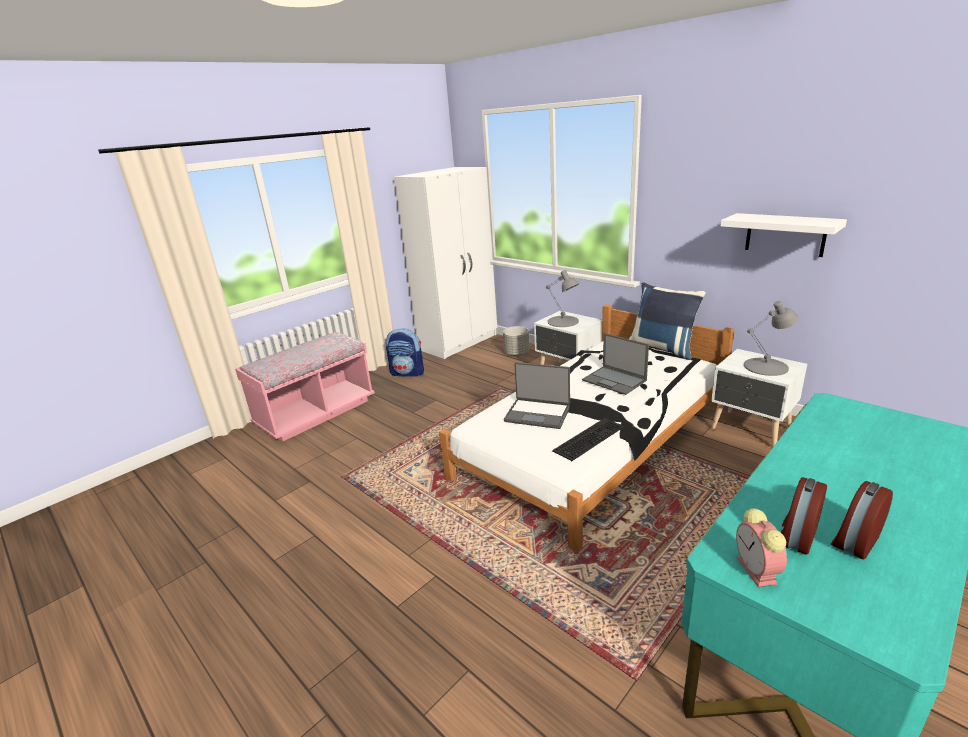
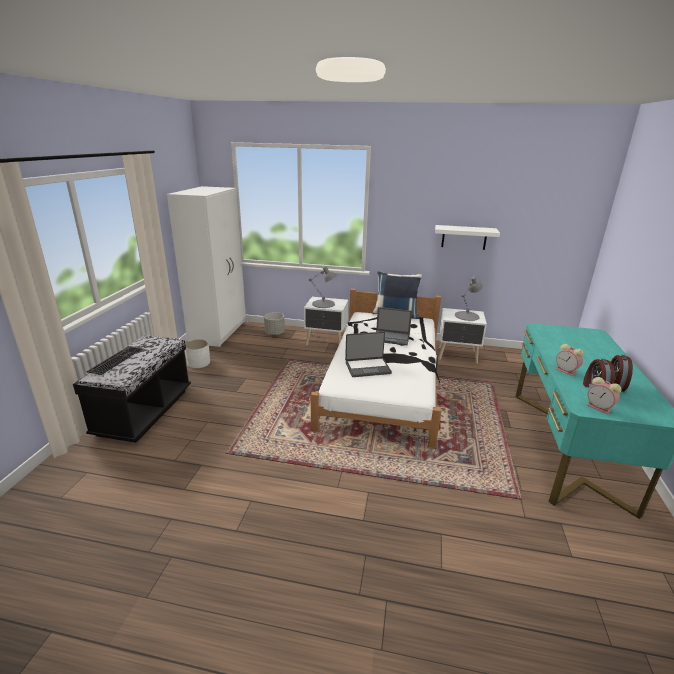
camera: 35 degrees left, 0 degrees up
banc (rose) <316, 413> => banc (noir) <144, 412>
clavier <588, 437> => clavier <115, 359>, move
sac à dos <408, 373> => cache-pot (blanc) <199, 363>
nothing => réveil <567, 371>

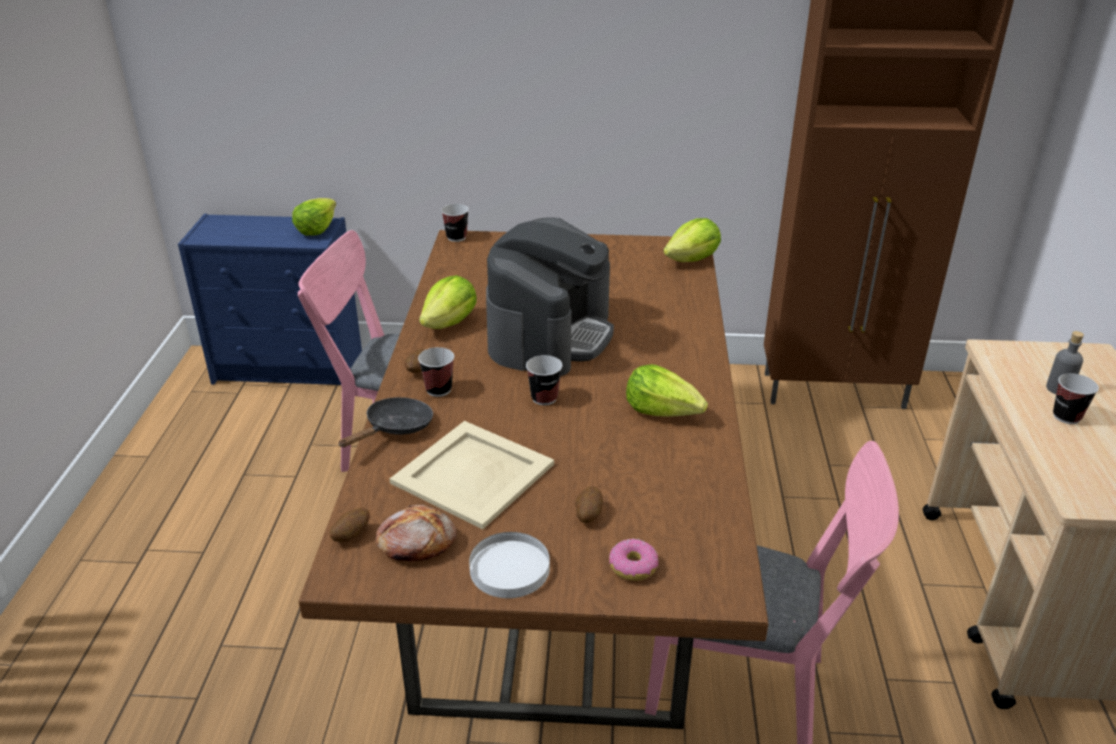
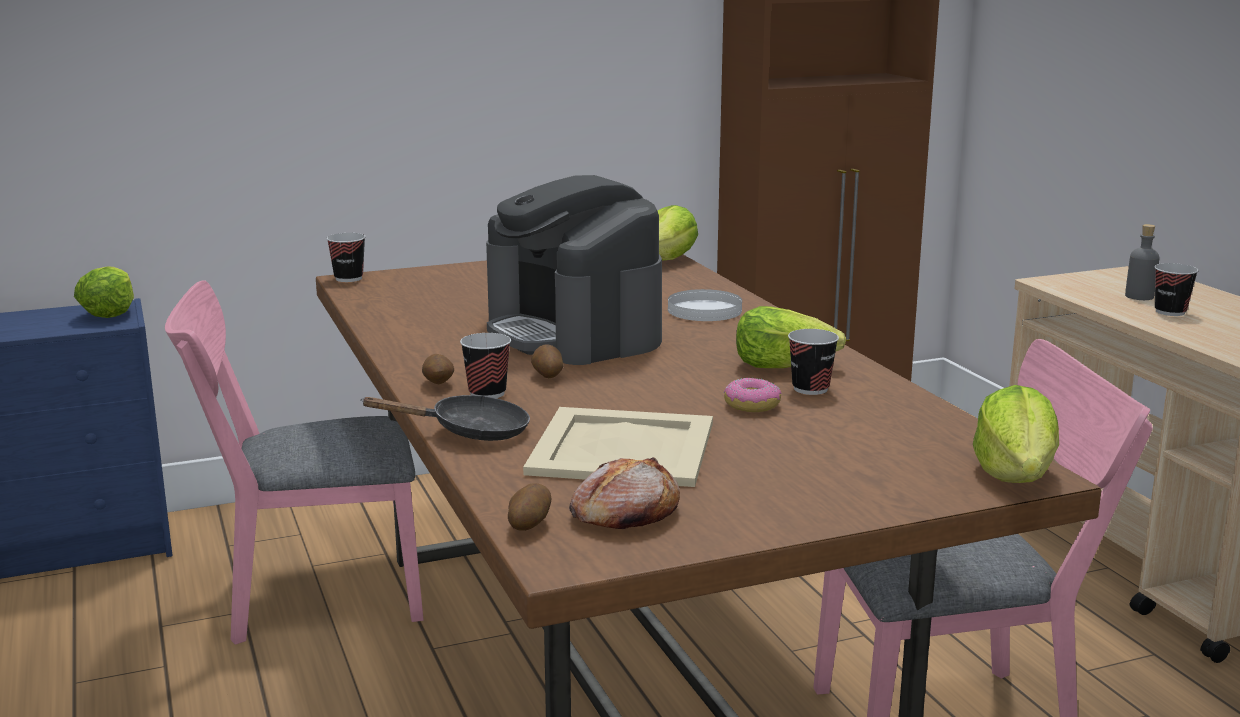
camera: 25 degrees left, 15 degrees down
poêle (noir) <395, 428> => poêle (noir) <470, 432>, 75 degrees clockwise
machine à café <550, 335> => machine à café <574, 333>, 150 degrees clockwise
pomme de terre <588, 515> => pomme de terre <547, 376>, move
assiette (blanc) <509, 569> => assiette (blanc) <705, 310>, move
beignet <633, 566> => beignet <752, 405>, move
tasse <544, 398> => tasse <810, 389>, move
laitue <450, 323> => laitue <1015, 475>, move

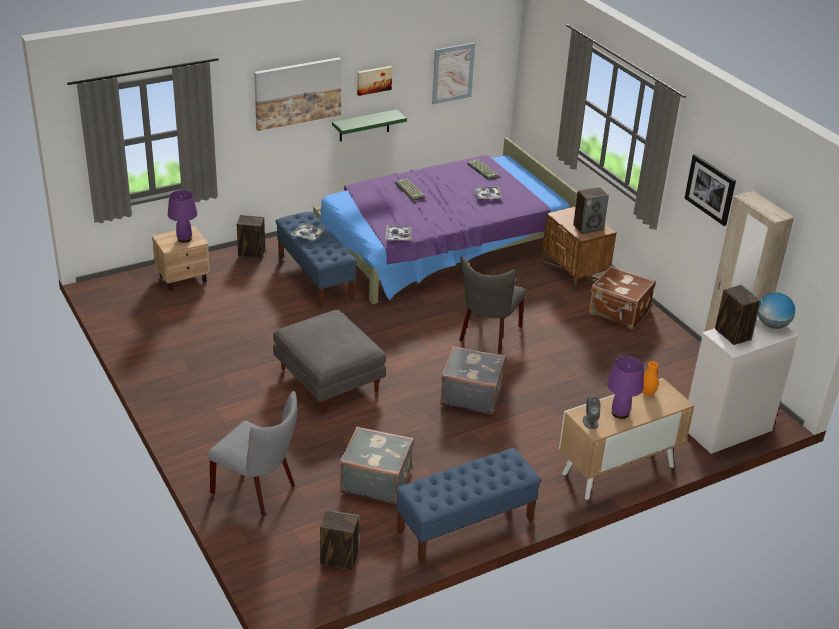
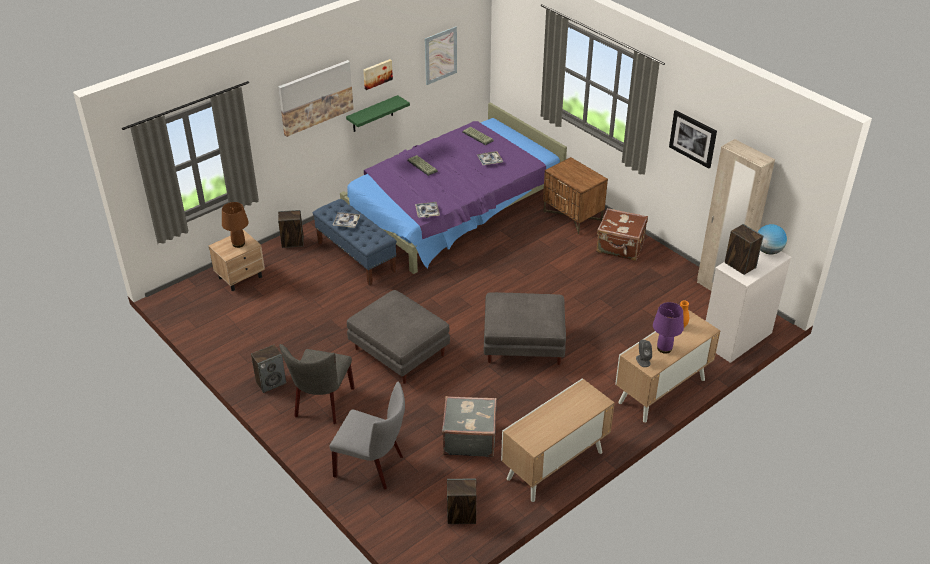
camera: 10 degrees left, 5 degrees up
lampe de table (violet) <184, 239> => lampe de table (marron) <238, 244>
enceinte <588, 227> => enceinte <271, 382>, move
chaise (gris) <488, 335> => chaise (gris) <322, 405>, move
valise (gris) <471, 395> => pouf (gris) <522, 345>
banc (bleu) <465, 526> => meuble de rangement <555, 466>

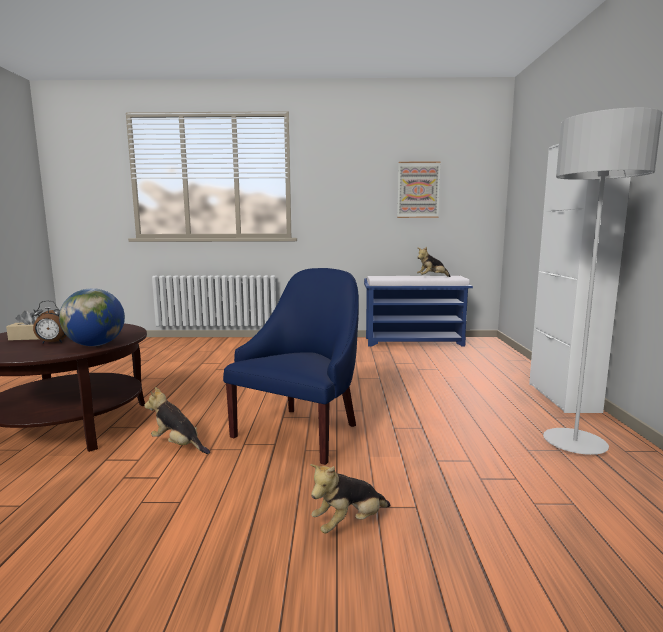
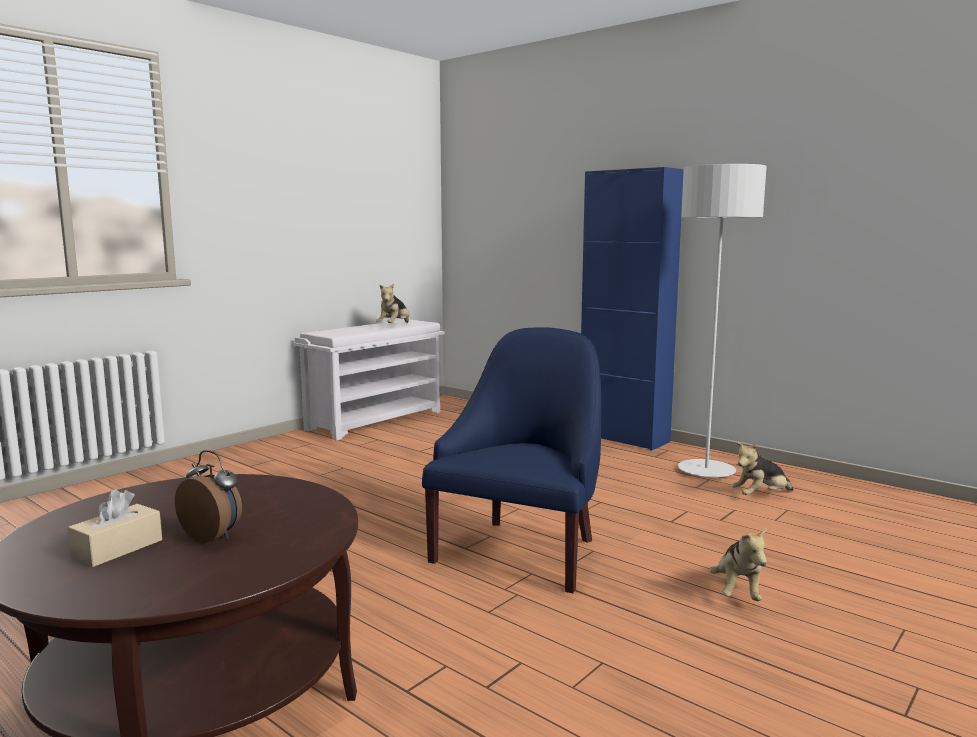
camera: 50 degrees left, 0 degrees up
réveil <52, 342> => réveil <213, 536>, 90 degrees counterclockwise
banc (bleu) <414, 342> => banc (blanc) <376, 420>
fauteuil (bleu) <301, 431> => fauteuil (bleu) <522, 551>, 45 degrees clockwise
meuble de rangement (blanc) <563, 397> => meuble de rangement (bleu) <623, 438>
peluche <178, 445> => peluche <761, 496>, move
globe <95, 345> => nothing
tableau <418, 190> => nothing

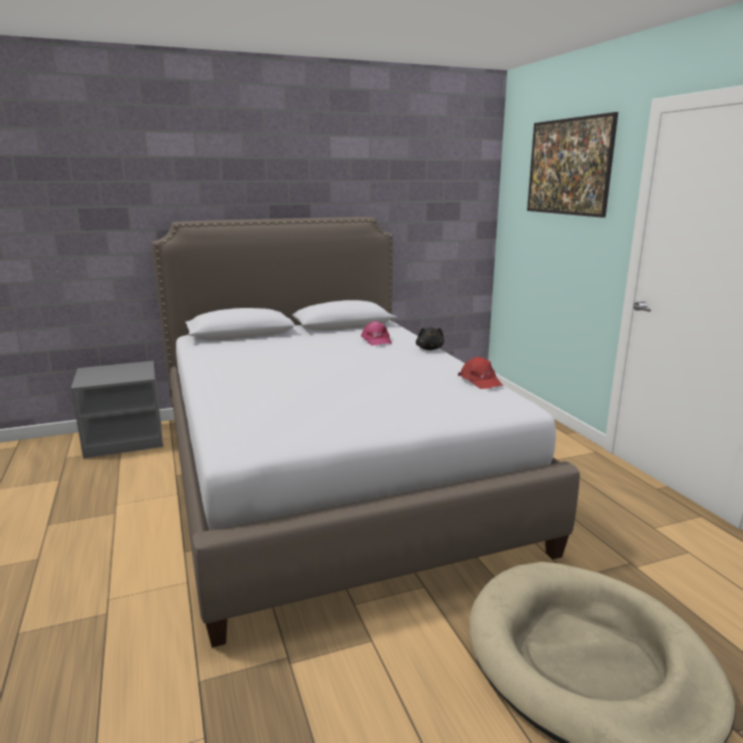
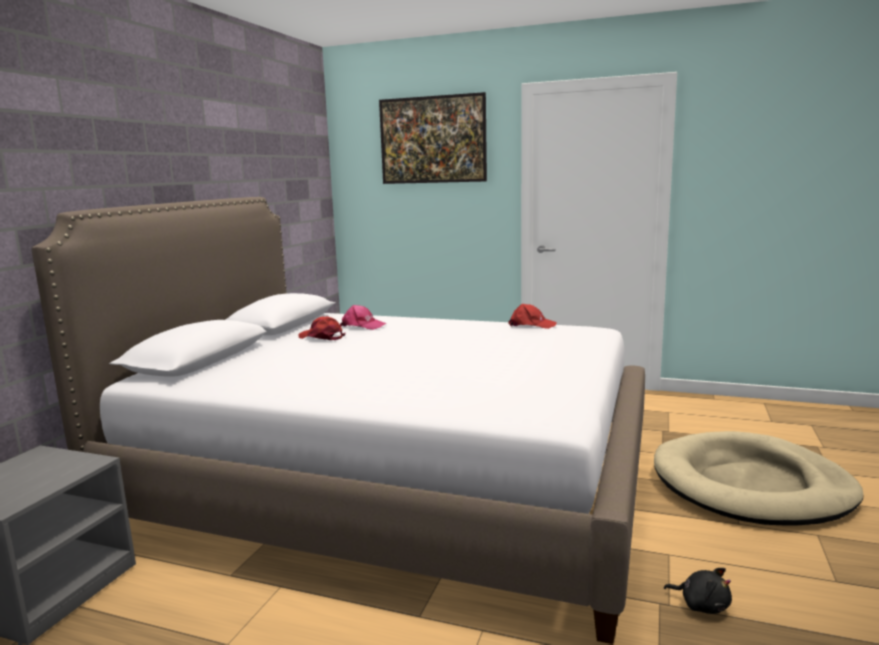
camera: 50 degrees left, 5 degrees down
nothing => casquette (rouge) <321, 337>
peluche (noir) <429, 349> => peluche (noir) <701, 605>, move

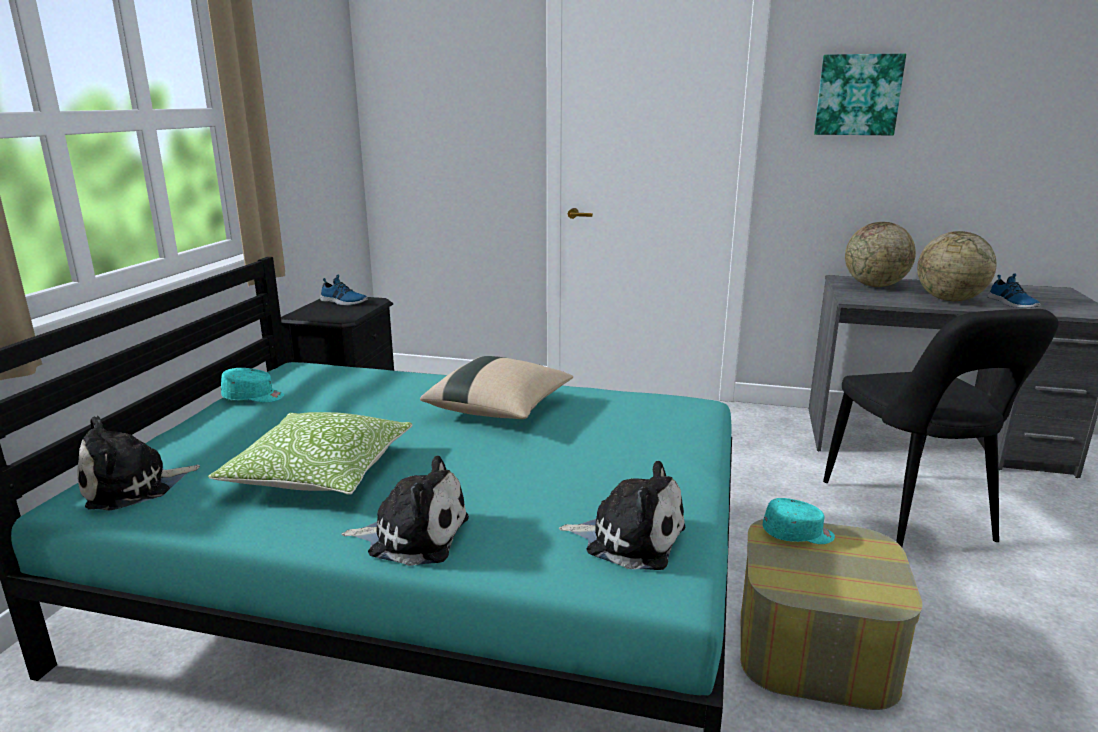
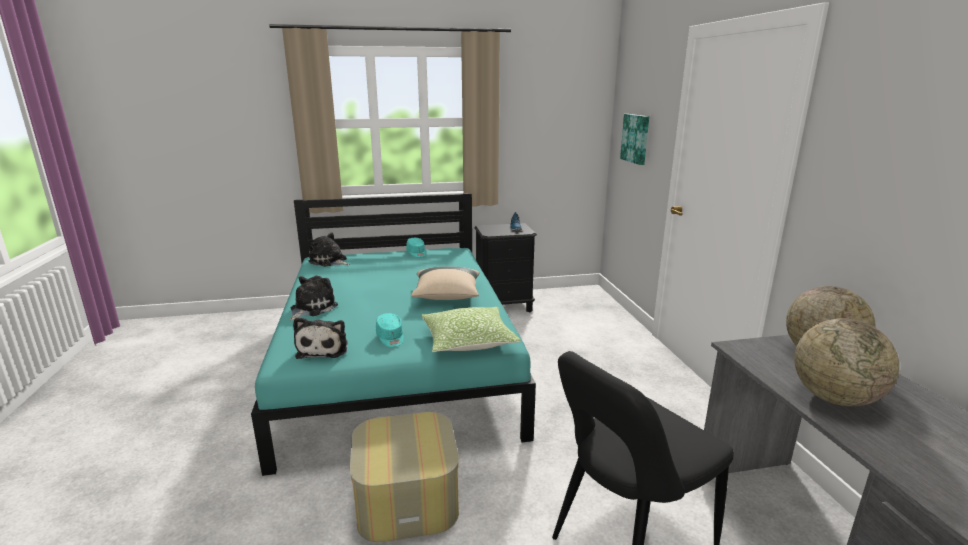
camera: 65 degrees right, 0 degrees up
peluche <413, 535> => peluche <311, 308>, 135 degrees counterclockwise
casquette (turquoise) <798, 535> => casquette (turquoise) <390, 338>, move
coussin <320, 473> => coussin <468, 341>, move
tableau <858, 95> => tableau <636, 138>, move
chaussure <1011, 303> => nothing

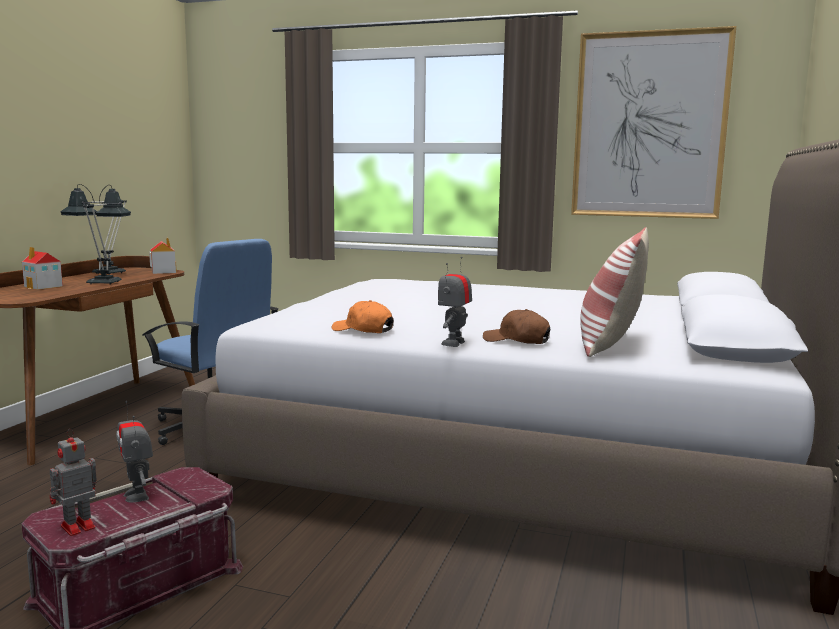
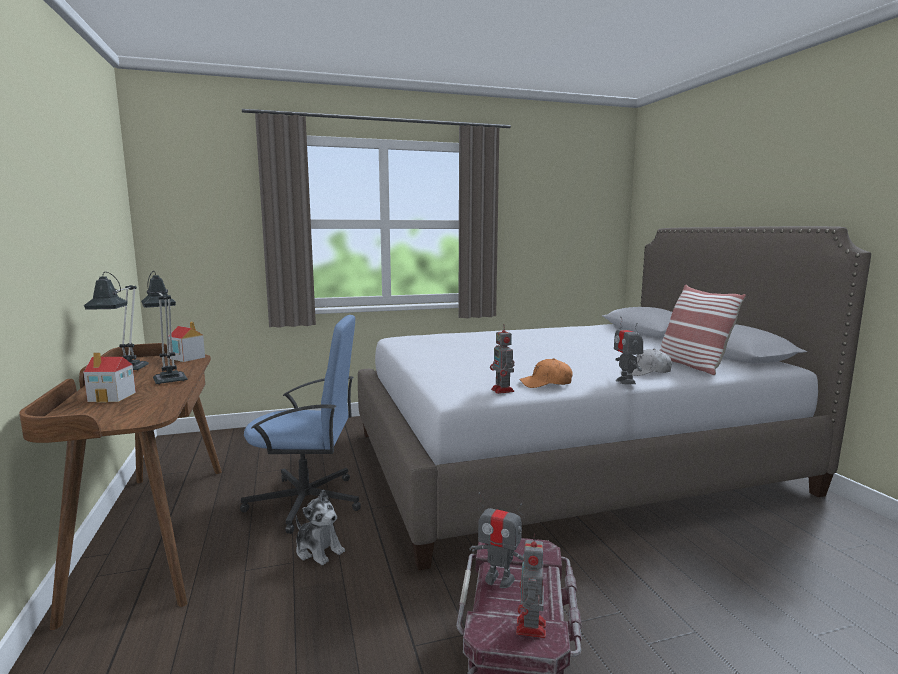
camera: 35 degrees left, 0 degrees up
nothing => peluche <319, 550>
nothing => robot jouet <503, 391>
casquette (marron) <516, 340> => casquette (blanc) <646, 372>
tableau <649, 125> => nothing

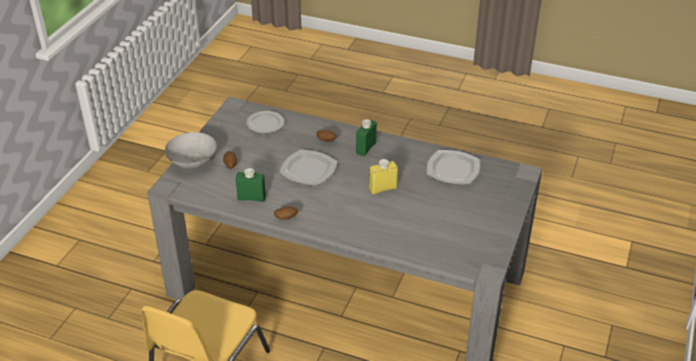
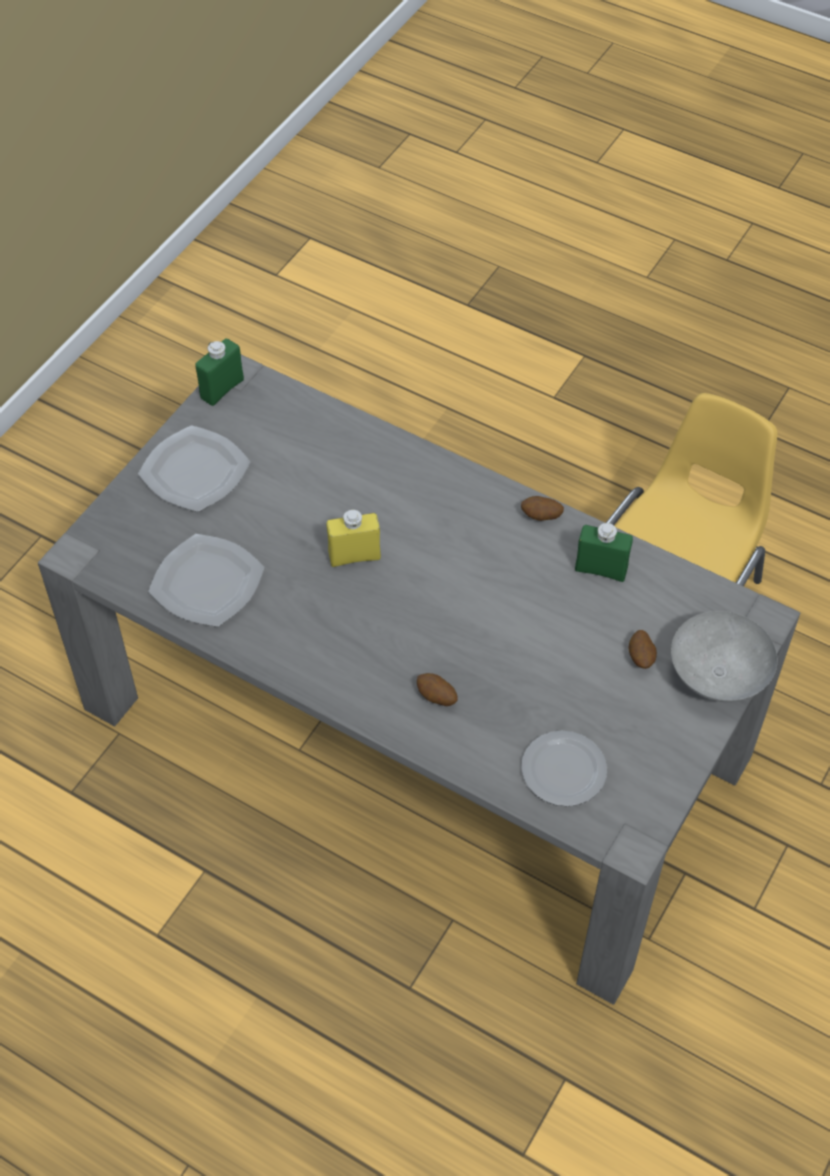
camera: 170 degrees left, 15 degrees up
assiette <308, 170> => assiette <194, 470>, move
bouteille (vert) <366, 148> => bouteille (vert) <222, 389>, move

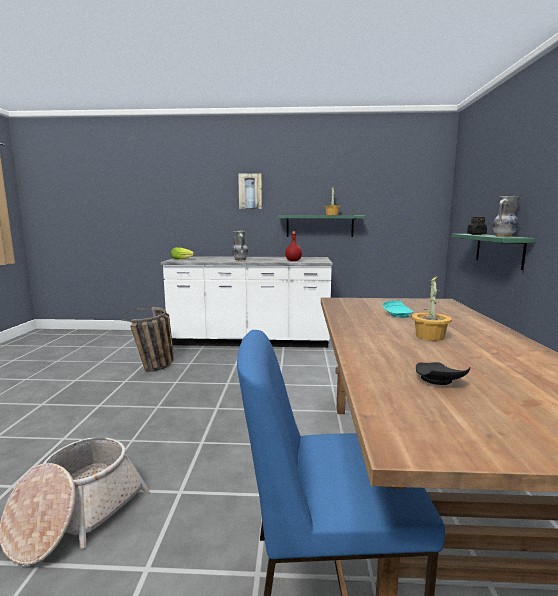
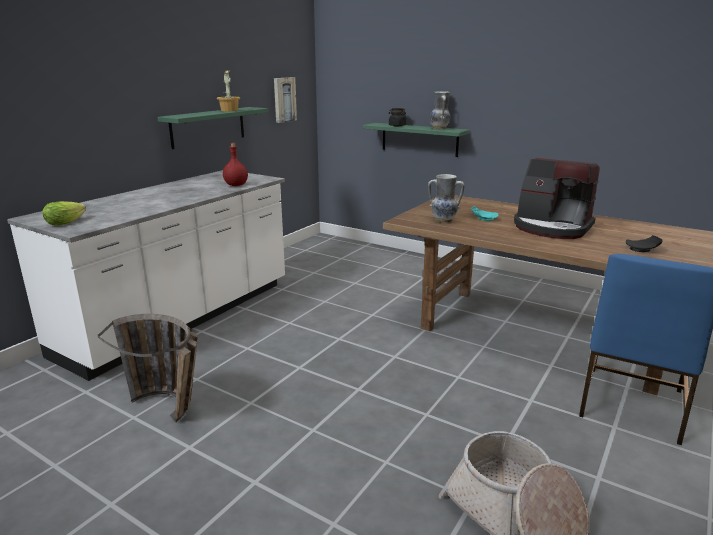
camera: 60 degrees left, 10 degrees up
tableau <250, 191> => tableau <284, 99>, move
vase <240, 260> => vase <443, 220>, move
plante en pot <430, 336> => machine à café <552, 227>

